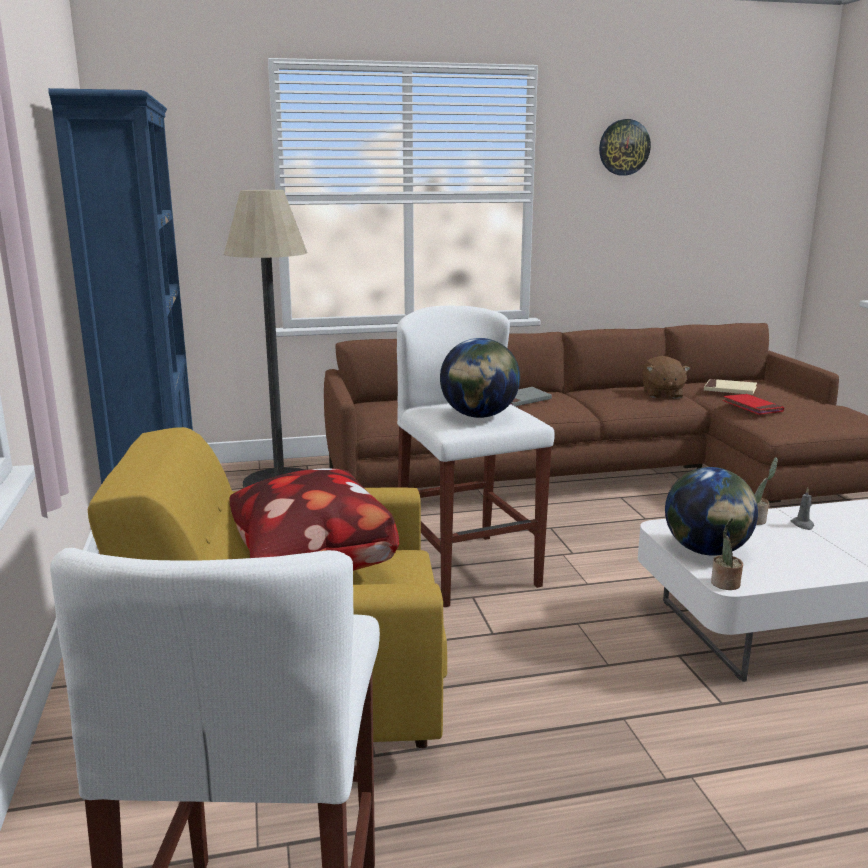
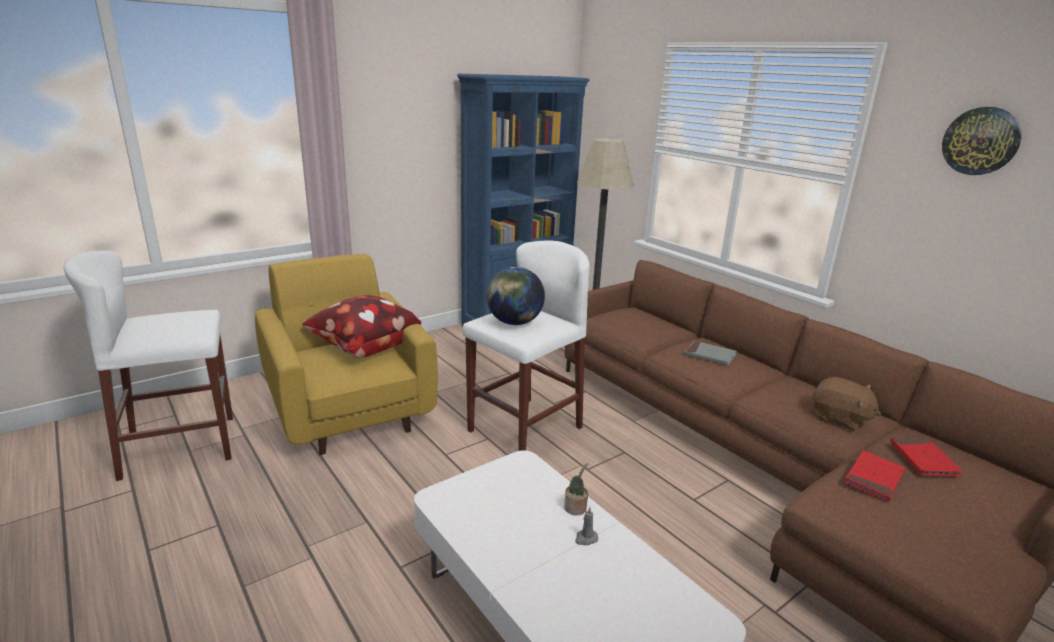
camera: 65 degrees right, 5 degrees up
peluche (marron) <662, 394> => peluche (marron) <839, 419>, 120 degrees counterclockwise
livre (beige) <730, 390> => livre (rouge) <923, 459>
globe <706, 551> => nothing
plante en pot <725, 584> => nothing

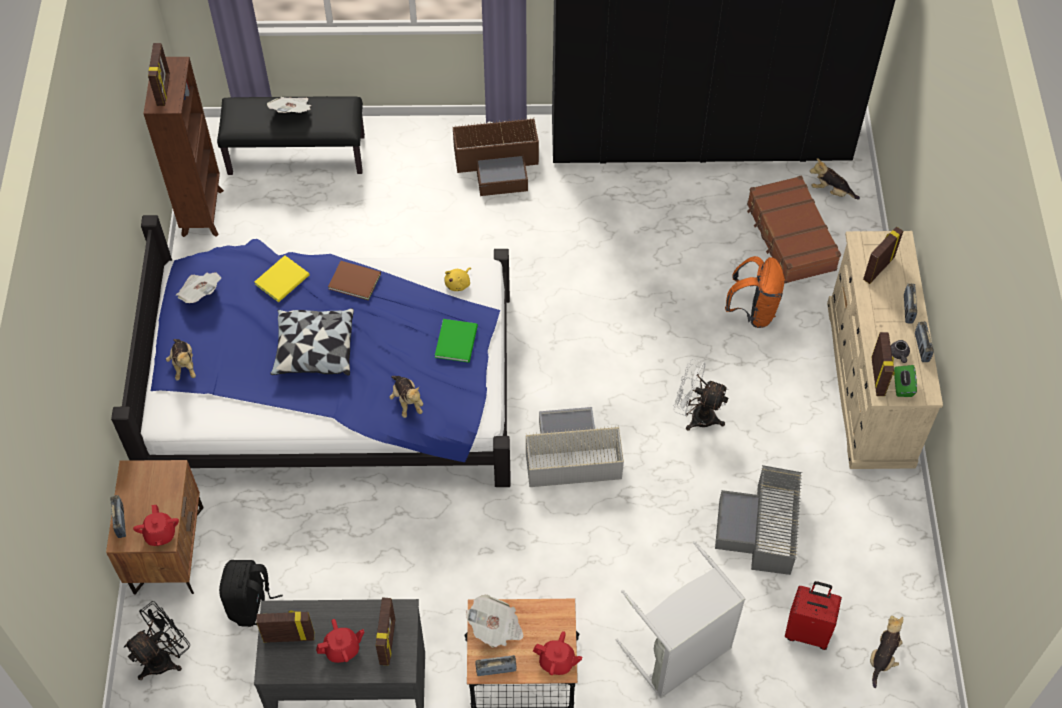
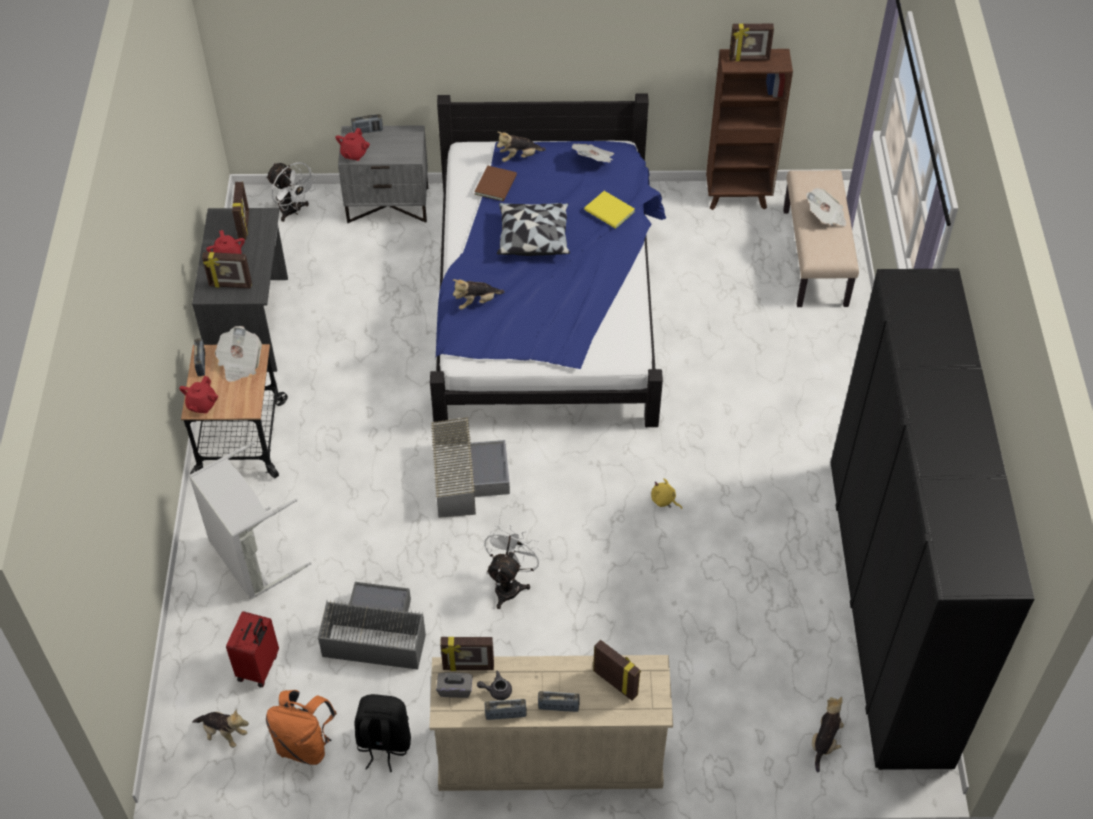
camera: 90 degrees right, 5 degrees down
ventilateur (noir) <165, 658> => ventilateur (blanc) <293, 211>
sac à dos (orange) <753, 311> => sac à dos (orange) <305, 744>, move
théière (rouge) <160, 534> => théière (rouge) <354, 154>, 60 degrees counterclockwise
table de chevet (marron) <167, 549> => table de chevet (gris) <388, 204>
sac à dos (noir) <251, 605> => sac à dos (noir) <383, 743>, move
boîte à mouchoirs (vert) <902, 386> => boîte à mouchoirs (gris) <455, 689>
livre (marron) <354, 280> => livre (marron) <497, 184>, move
peluche (jaune) <458, 283> => peluche (jaune) <664, 500>, move
banc (noir) <297, 154> => banc (beige) <816, 258>
livre (vert) <457, 340> => nothing
boîte de rangement (marron) <499, 163> => nothing
valise (marron) <790, 238> => nothing

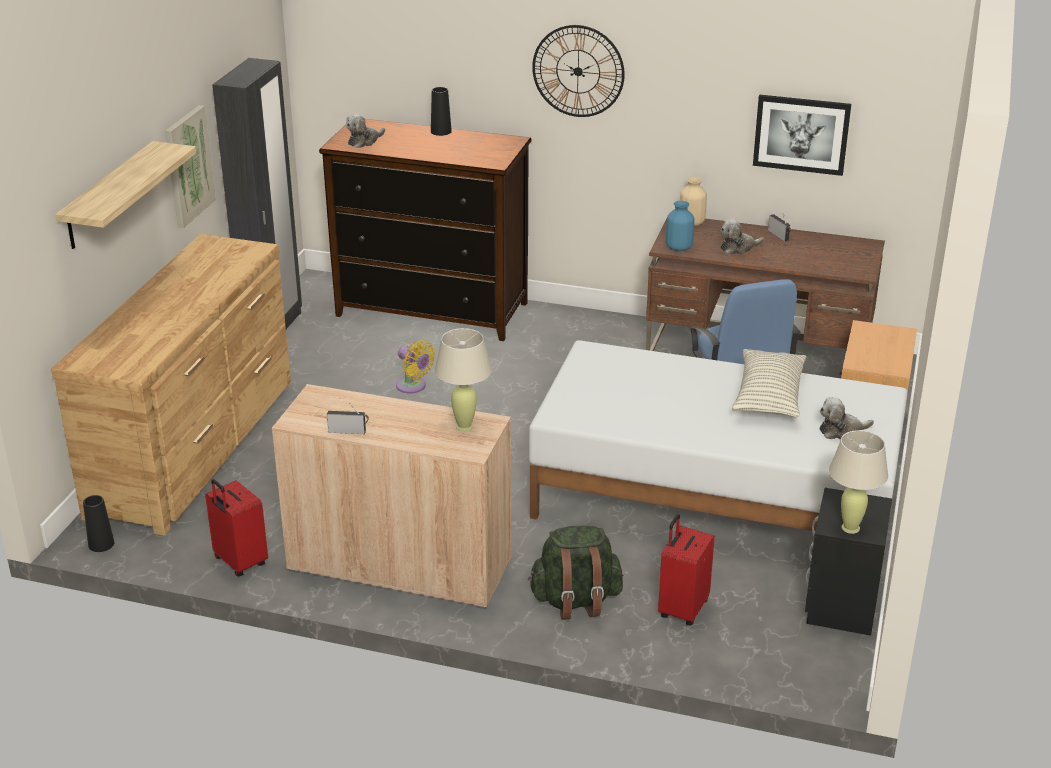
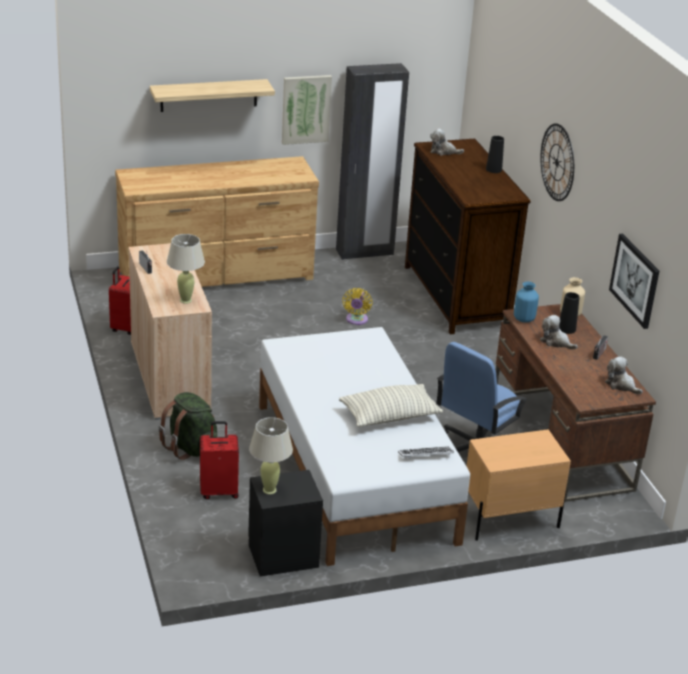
camera: 55 degrees right, 0 degrees up
nothing => clavier <425, 455>
vase (noir) <101, 544> => vase (noir) <566, 329>, move
peluche <841, 430> => peluche <621, 385>, move

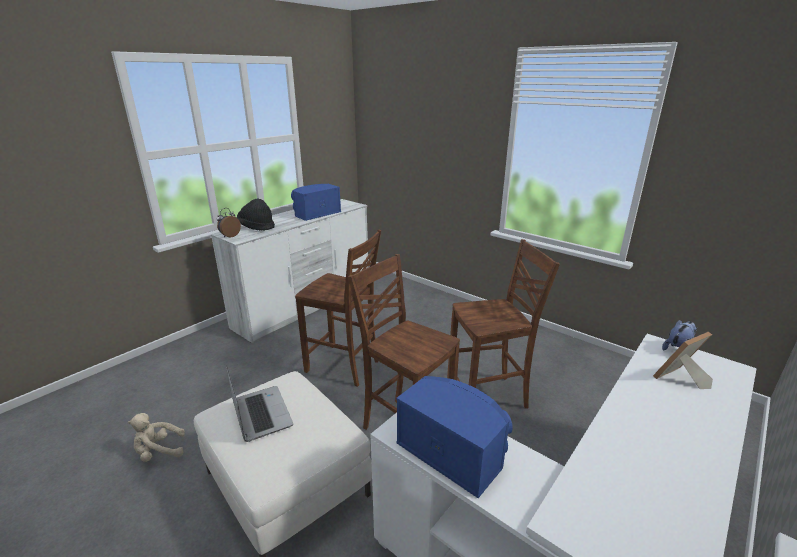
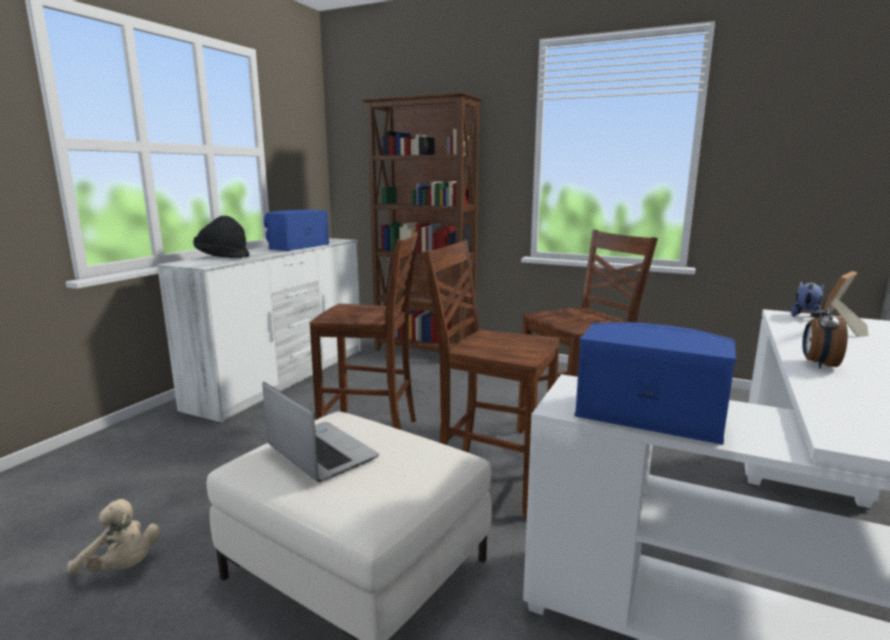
camera: 15 degrees left, 10 degrees down
peluche (beige) <159, 452> => peluche (beige) <121, 568>, 120 degrees counterclockwise
nothing => bibliothèque (marron) <425, 351>
réveil <229, 236> => réveil <818, 364>, move

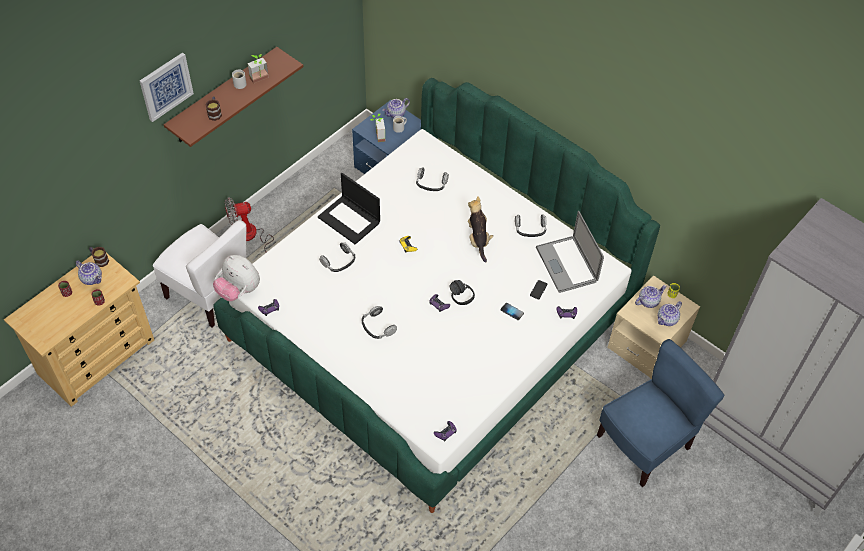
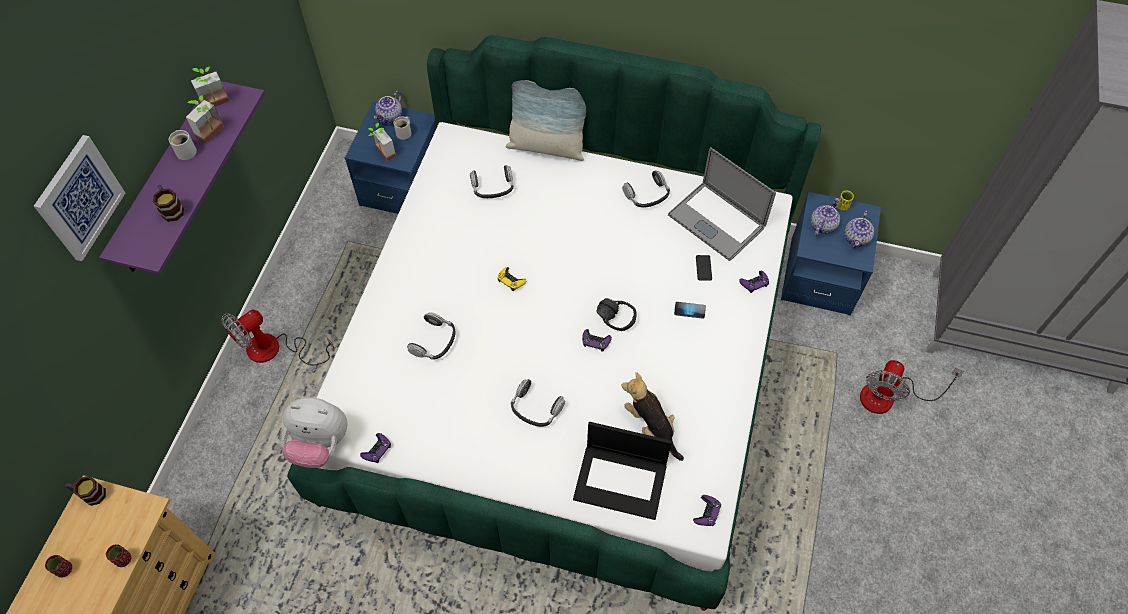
camera: 25 degrees left, 5 degrees up
étagère (marron) <224, 96> => étagère (violet) <167, 179>
nothing => plante en pot <217, 105>
nothing => coussin <546, 147>
ordinateur portable <350, 220> => ordinateur portable <621, 481>, move
peluche <478, 239> => peluche <651, 427>, move
table de chevet (beige) <647, 344> => table de chevet (bleu) <820, 276>
chaise (bleu) <644, 443> => ventilateur <889, 397>
théière <92, 278> => nothing
chaise (blanc) <209, 294> => nothing

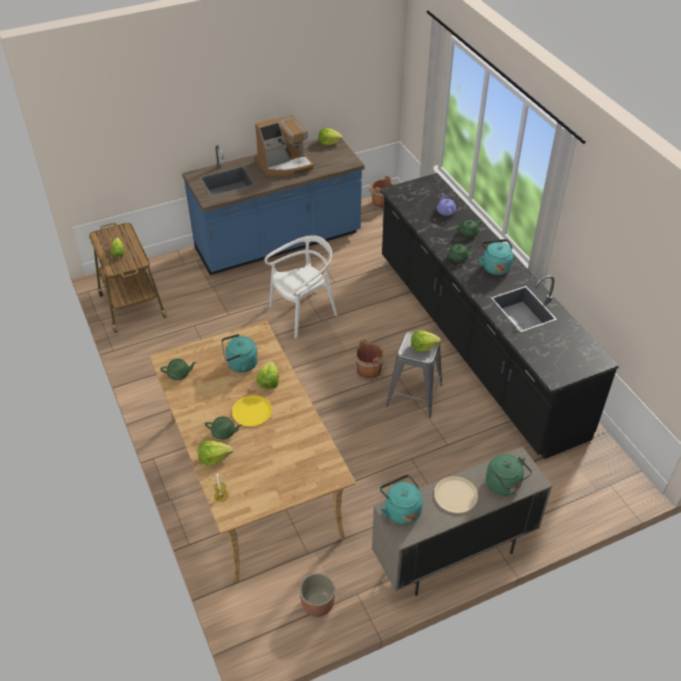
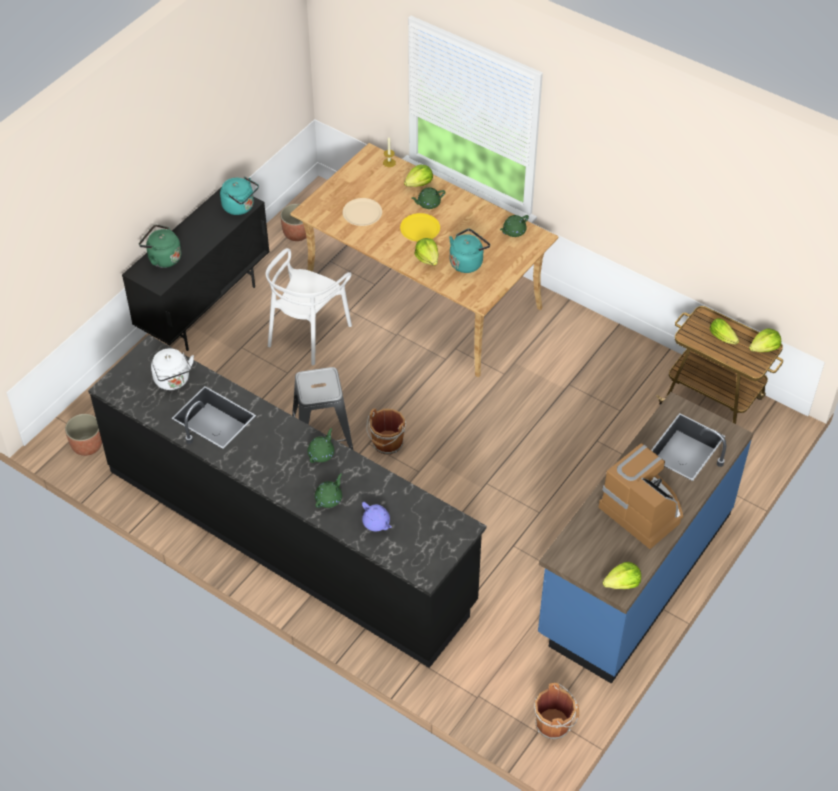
camera: 150 degrees right, 5 degrees up
nothing => cache-pot <87, 445>
meuble de rangement (beige) <453, 556> => meuble de rangement (noir) <205, 309>
nothing => bouilloire (blanc) <173, 381>
chaise (blanc) <303, 313> => chaise (blanc) <307, 333>, move
assiette (beige) <455, 495> => assiette (beige) <362, 213>, move
machine à café <284, 164> => machine à café <643, 509>, 105 degrees clockwise
laitue <423, 346> => laitue <764, 348>, move
bouilloire (turquoise) <495, 266> => nothing

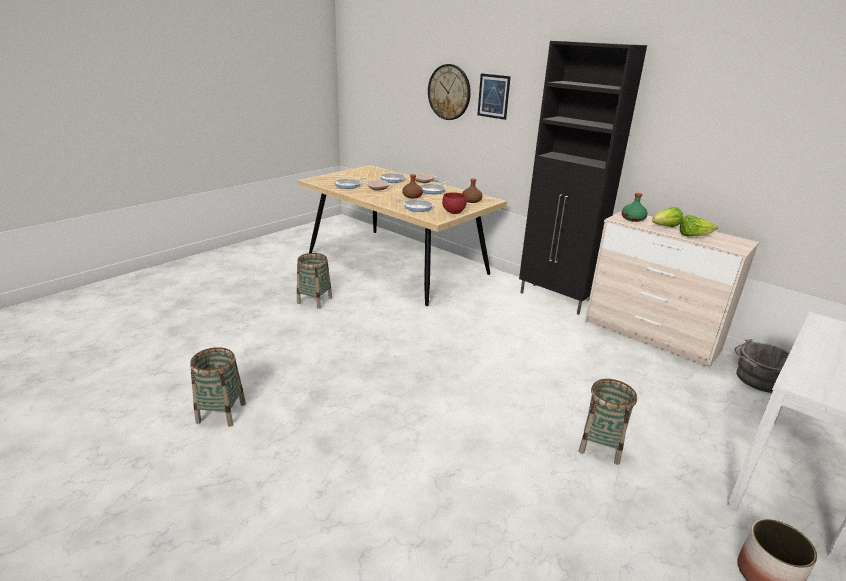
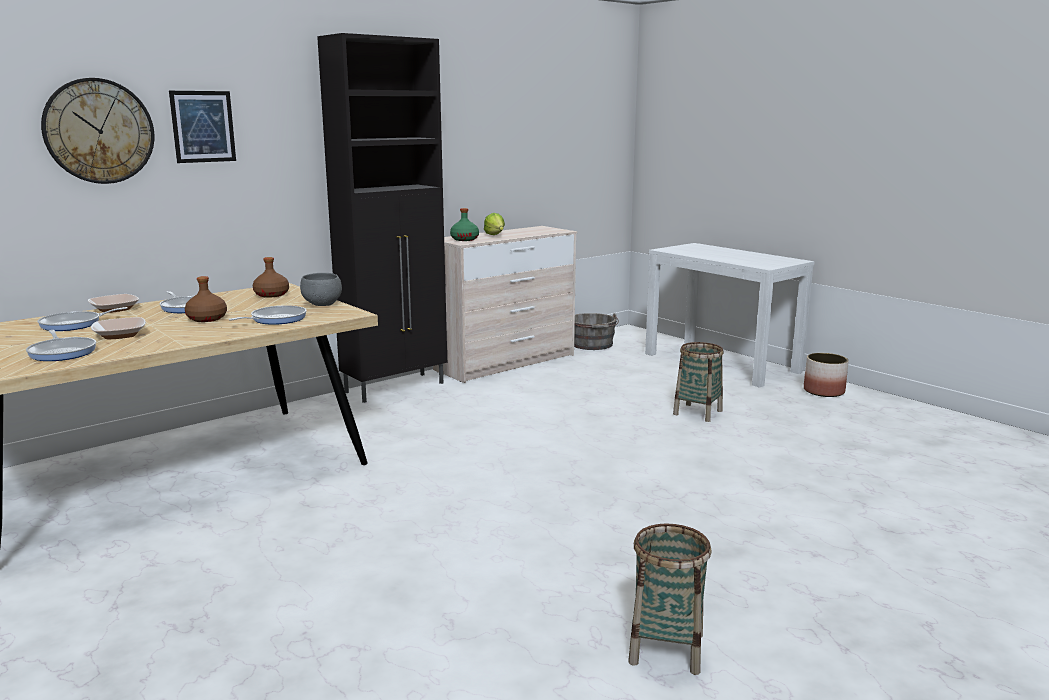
camera: 80 degrees left, 10 degrees down
bol (rouge) <454, 212> => bol (gris) <323, 305>
panier <314, 300> => nothing
laitue <693, 236> => nothing

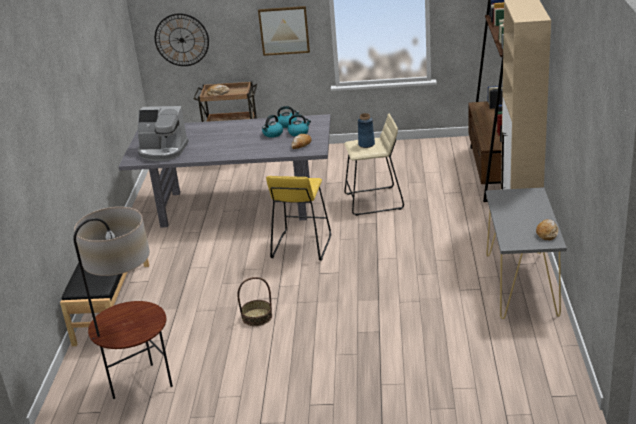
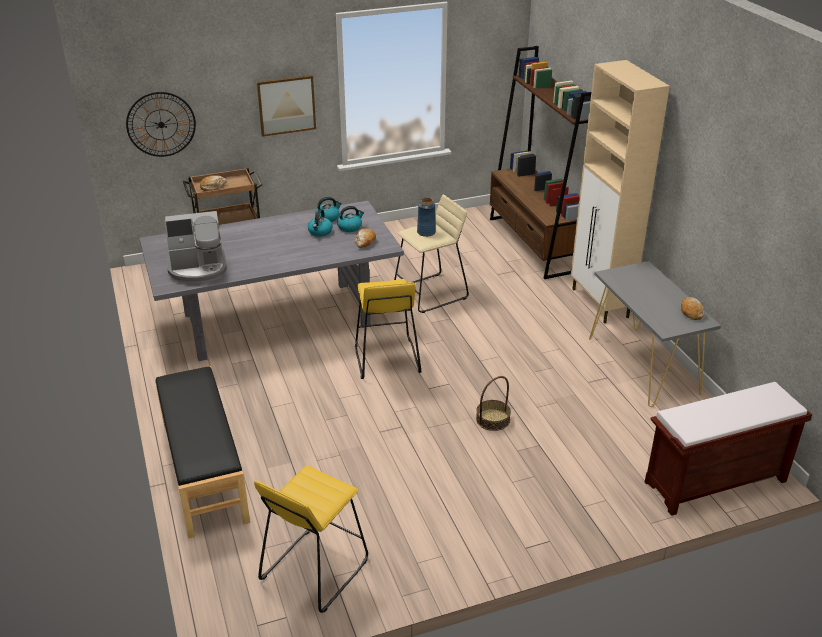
camera: 25 degrees left, 5 degrees up
lampadaire <141, 385> => tabouret (jaune) <314, 569>
panier <257, 317> => panier <493, 419>, move
nothing => banc (marron) <714, 482>

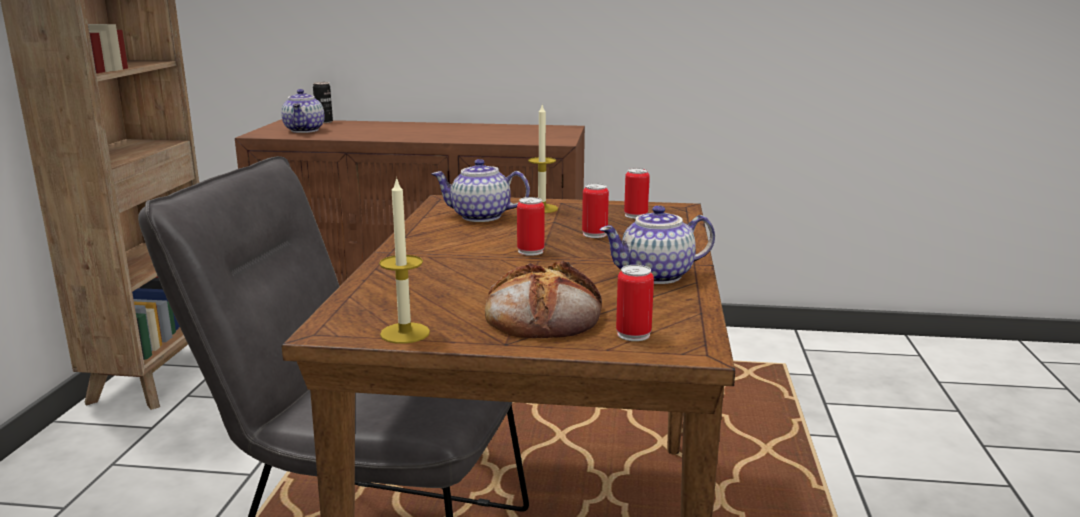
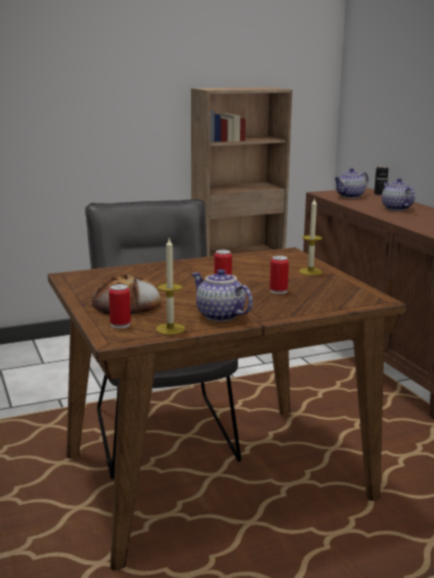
camera: 60 degrees right, 0 degrees up
bougie <405, 333> => bougie <170, 329>, move
théière <480, 216> => théière <395, 208>, move
boîte métallique <636, 215> => nothing

